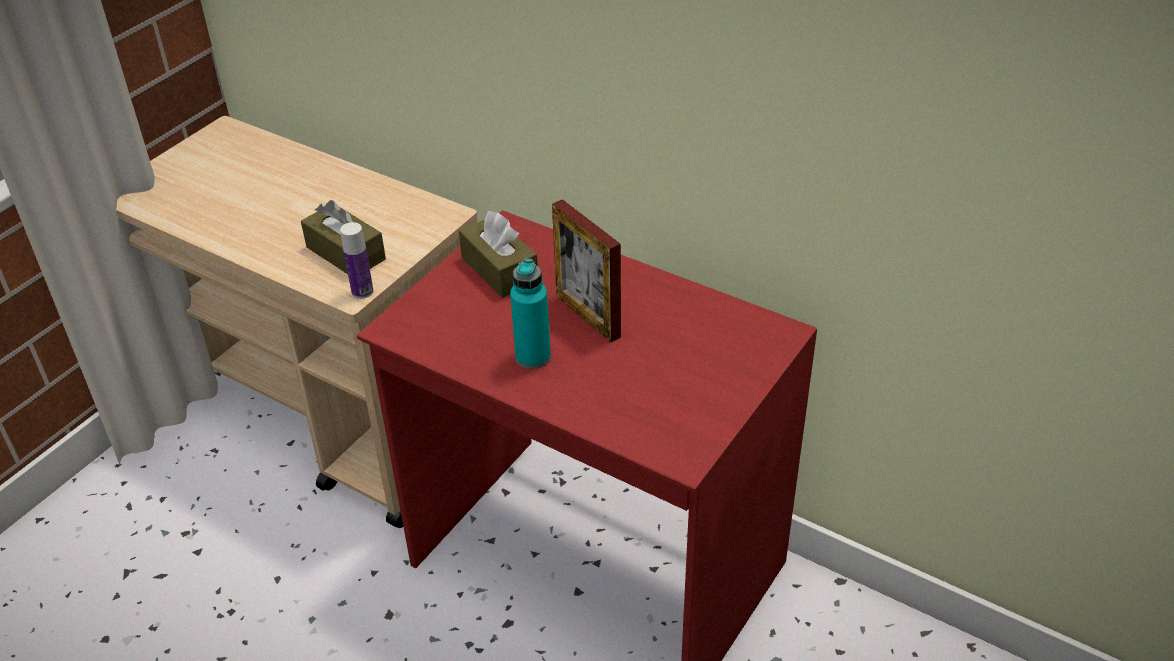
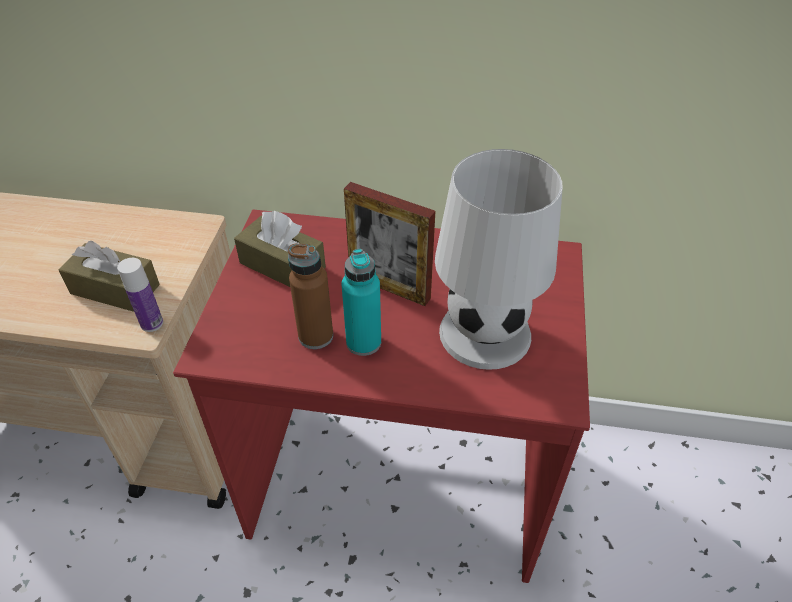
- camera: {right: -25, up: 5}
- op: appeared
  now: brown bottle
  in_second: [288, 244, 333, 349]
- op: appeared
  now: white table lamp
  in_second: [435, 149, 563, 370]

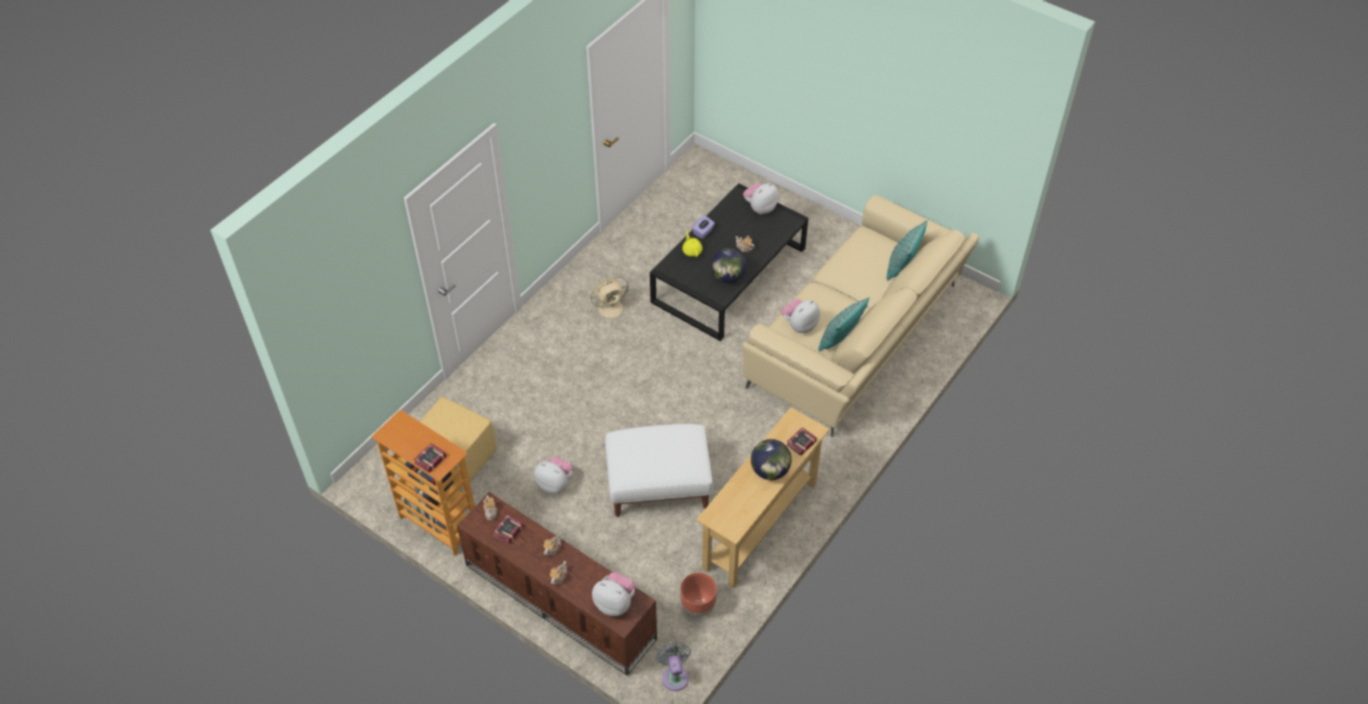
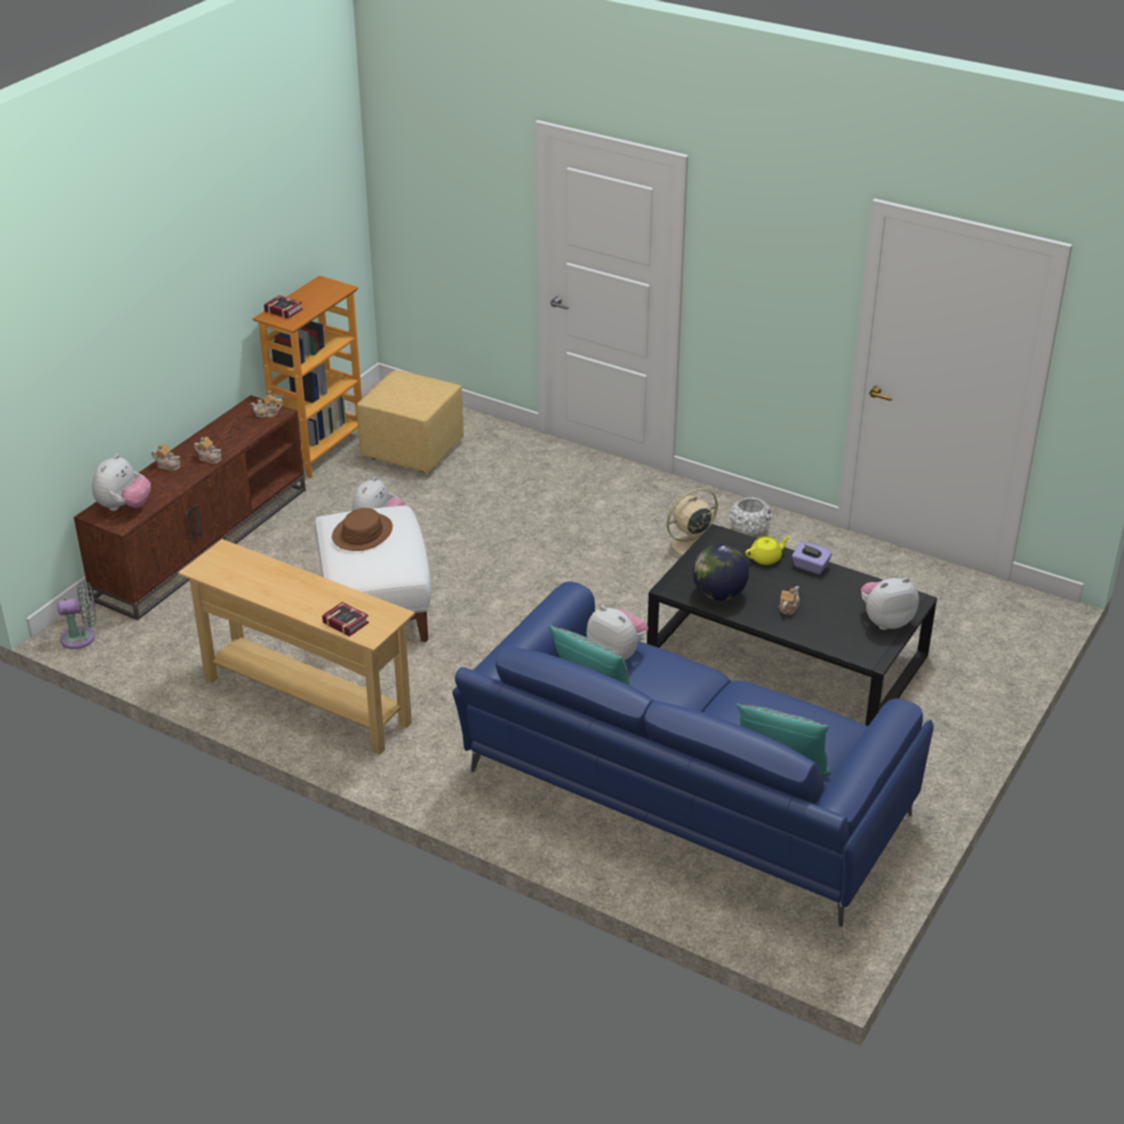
- camera: {right: 85, up: -15}
- op: missing
  was: bound book
  in_first: [493, 514, 524, 544]
- op: missing
  was: brown planter
  in_first: [680, 573, 717, 617]
- op: missing
  was: world globe
  in_first: [751, 439, 792, 480]
- op: appeared
  now: brown clothing hat
  in_second: [332, 508, 393, 551]
- op: appeared
  now: white planter
  in_second: [730, 497, 772, 535]
- op: colour
  was: sand-coloured couch
  now: blue-coloured couch
  in_first: [742, 195, 979, 437]
  in_second: [452, 581, 934, 927]
- op: spun
  was: sand-coloured cooling fan
  in_first: [588, 276, 631, 323]
  in_second: [660, 488, 718, 562]
  clockwise: 90
- op: spun
  was: soft toy
  in_first: [743, 183, 779, 214]
  in_second: [861, 578, 919, 630]
  clockwise: -60

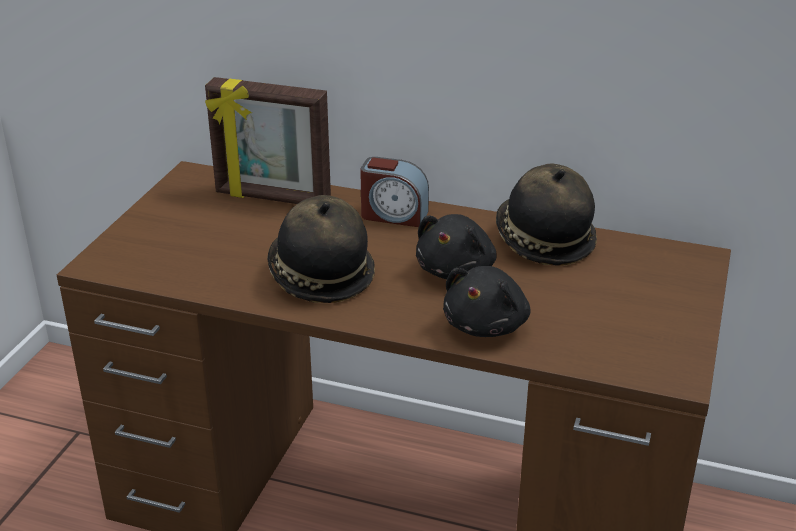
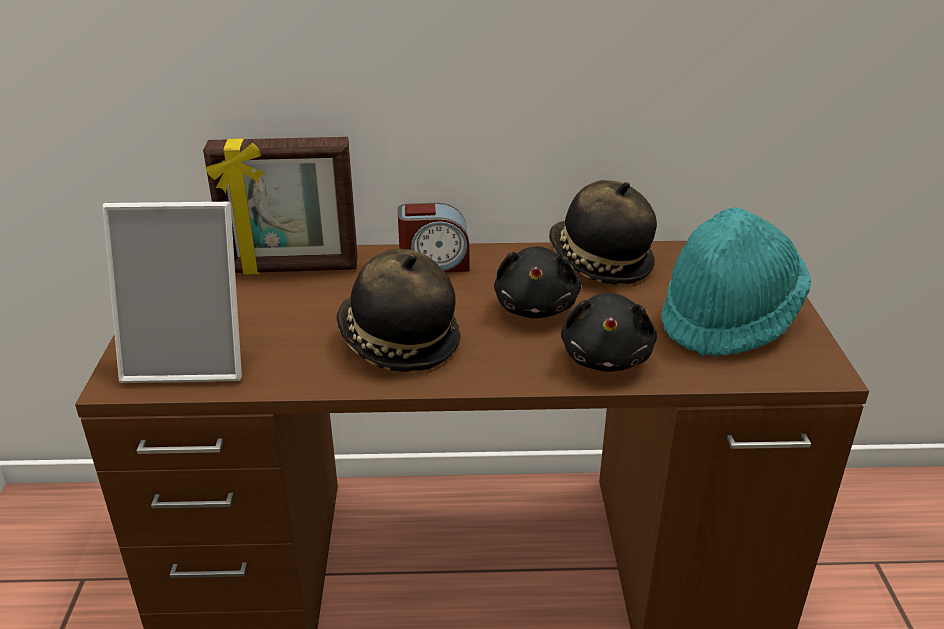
- camera: {right: -20, up: 0}
- op: appeared
  now: standing frame
  in_second: [102, 202, 242, 383]
- op: appeared
  now: turquoise clothing hat
  in_second: [661, 207, 811, 357]

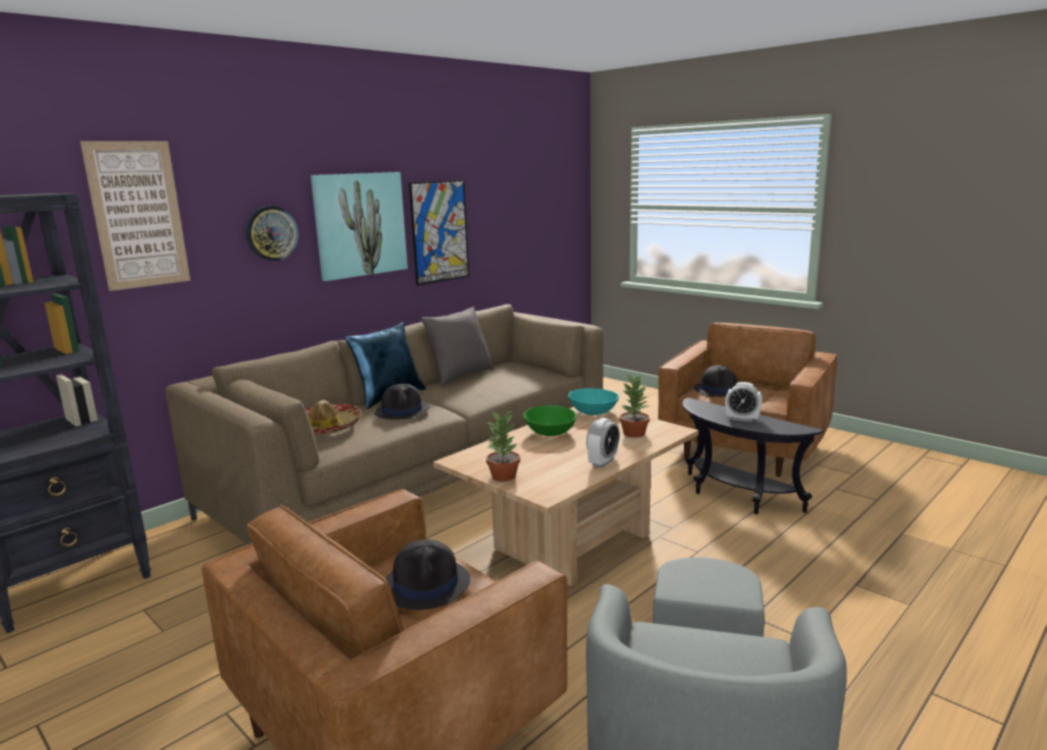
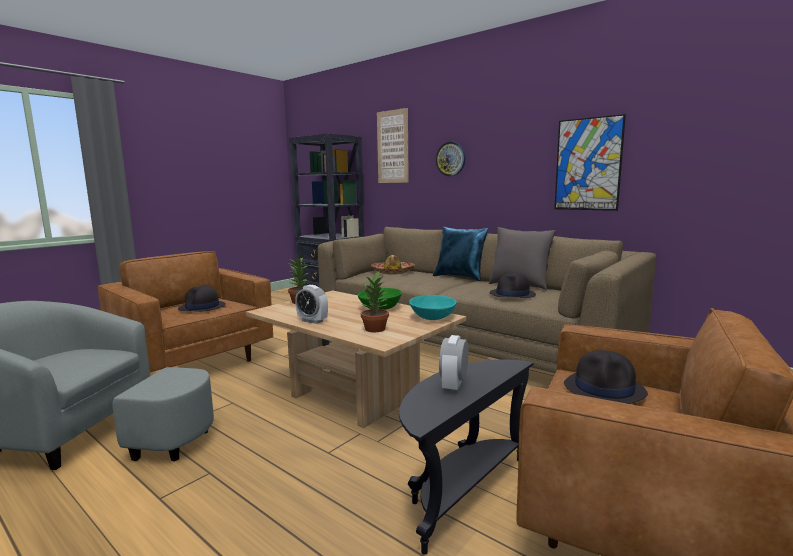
- camera: {right: 85, up: -5}
- op: missing
  was: wall art
  in_first: [311, 172, 408, 281]
- op: relocated
  was: blackish clothing hat
  in_first: [374, 384, 430, 420]
  in_second: [490, 272, 536, 298]

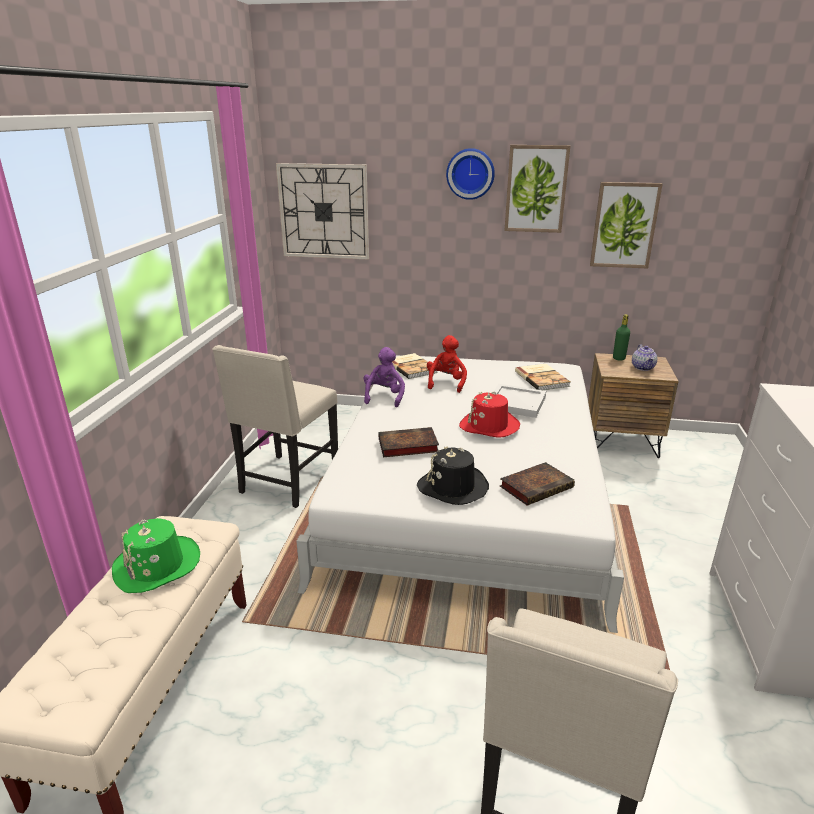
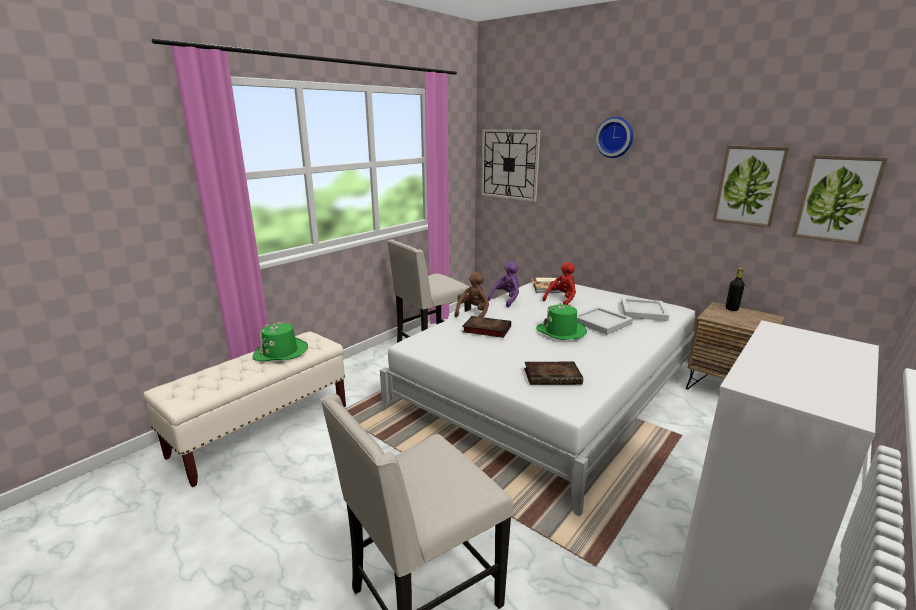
- camera: {right: 30, up: -5}
- op: missing
  was: blackish clothing hat
  in_first: [417, 446, 489, 505]
- op: missing
  was: teapot
  in_first: [632, 345, 657, 371]
- op: appeared
  now: brown soft toy
  in_second: [455, 272, 489, 317]
- op: relocated
  was: wall art
  in_first: [504, 145, 570, 233]
  in_second: [792, 155, 888, 245]
- op: exchanged
  was: bound book
  now: white serving tray
  in_first: [515, 364, 570, 390]
  in_second: [621, 298, 669, 321]
- op: colour
  was: reddish clothing hat
  now: green-coloured clothing hat
  in_first: [459, 391, 520, 438]
  in_second: [536, 303, 587, 340]
- op: colour
  was: green-coloured bottle
  now: blackish bottle
  in_first: [613, 314, 630, 360]
  in_second: [726, 268, 745, 311]

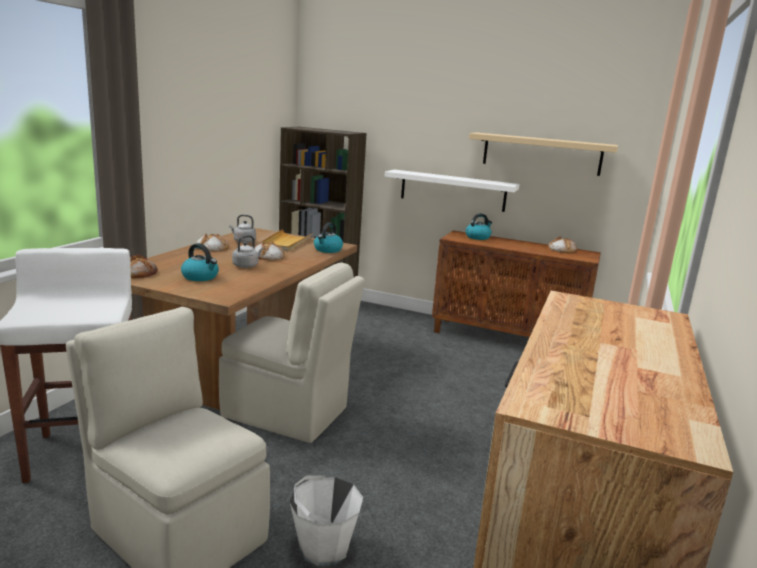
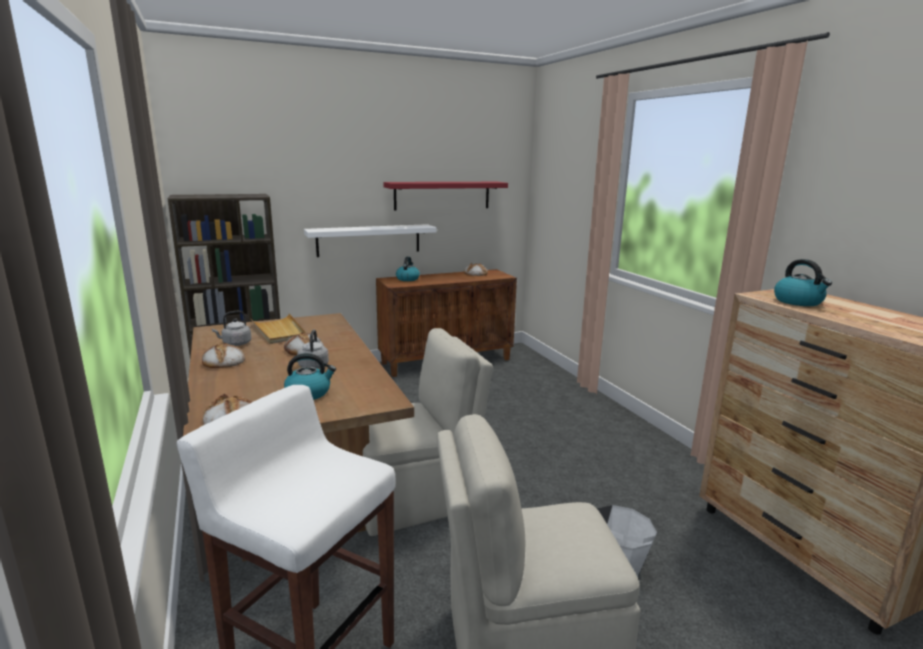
- camera: {right: -45, up: 0}
- op: relocated
  was: water kettle
  in_first: [314, 222, 343, 253]
  in_second: [774, 259, 832, 306]
- op: colour
  was: sand-coloured shelf
  now: reddish shelf
  in_first: [469, 132, 618, 176]
  in_second: [383, 182, 508, 210]

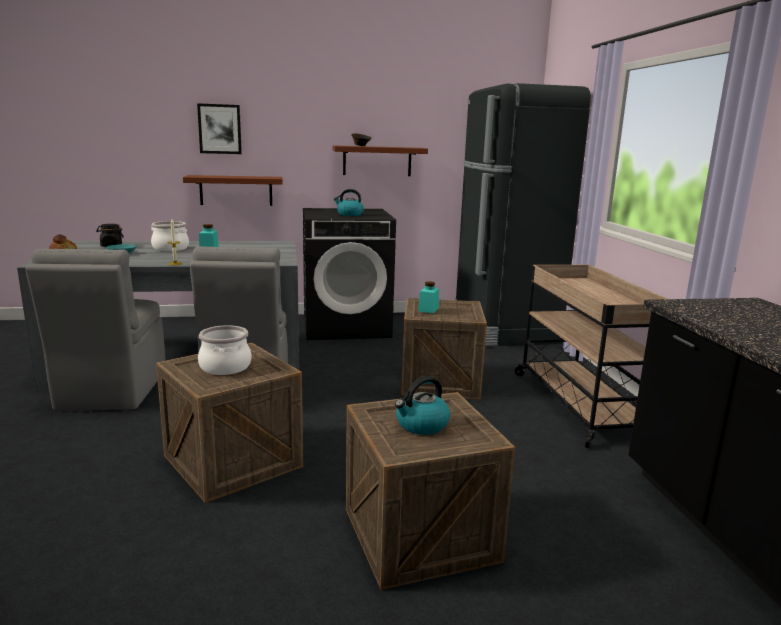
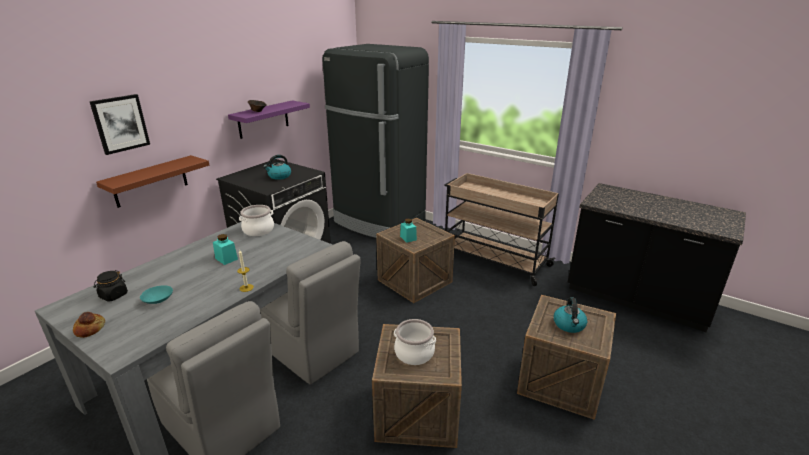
- camera: {right: -45, up: 10}
- op: relocated
  was: cooking pot
  in_first: [151, 221, 189, 251]
  in_second: [239, 205, 274, 236]
- op: colour
  was: brown shelf
  now: purplish shelf
  in_first: [333, 145, 428, 176]
  in_second: [228, 101, 310, 139]

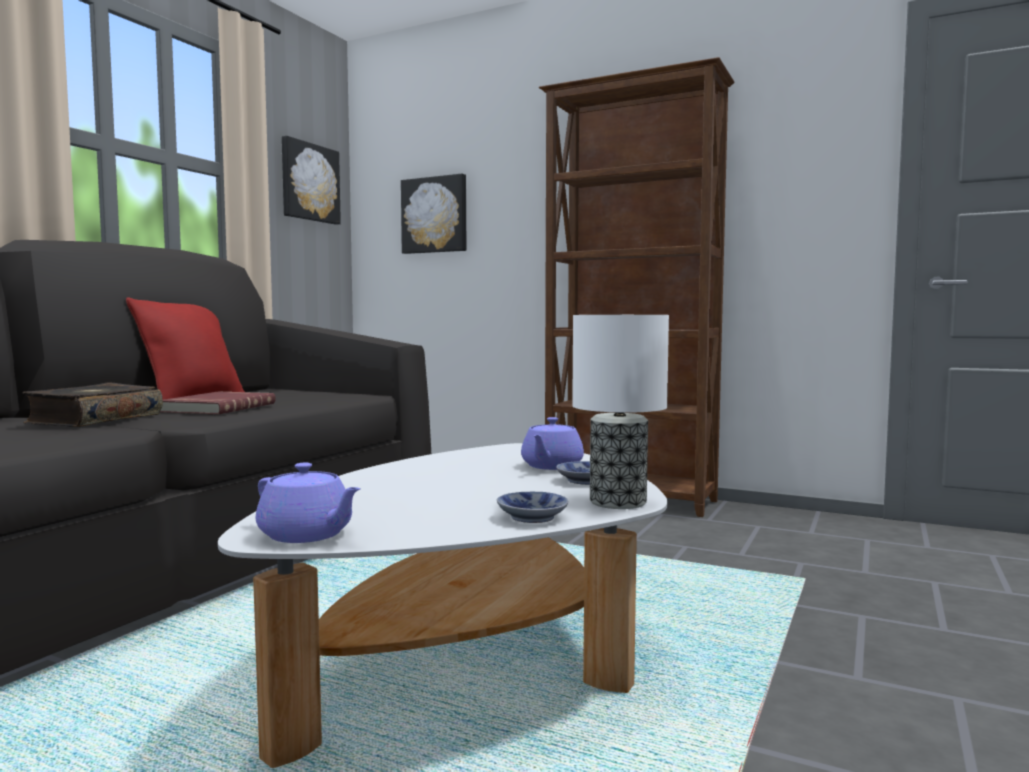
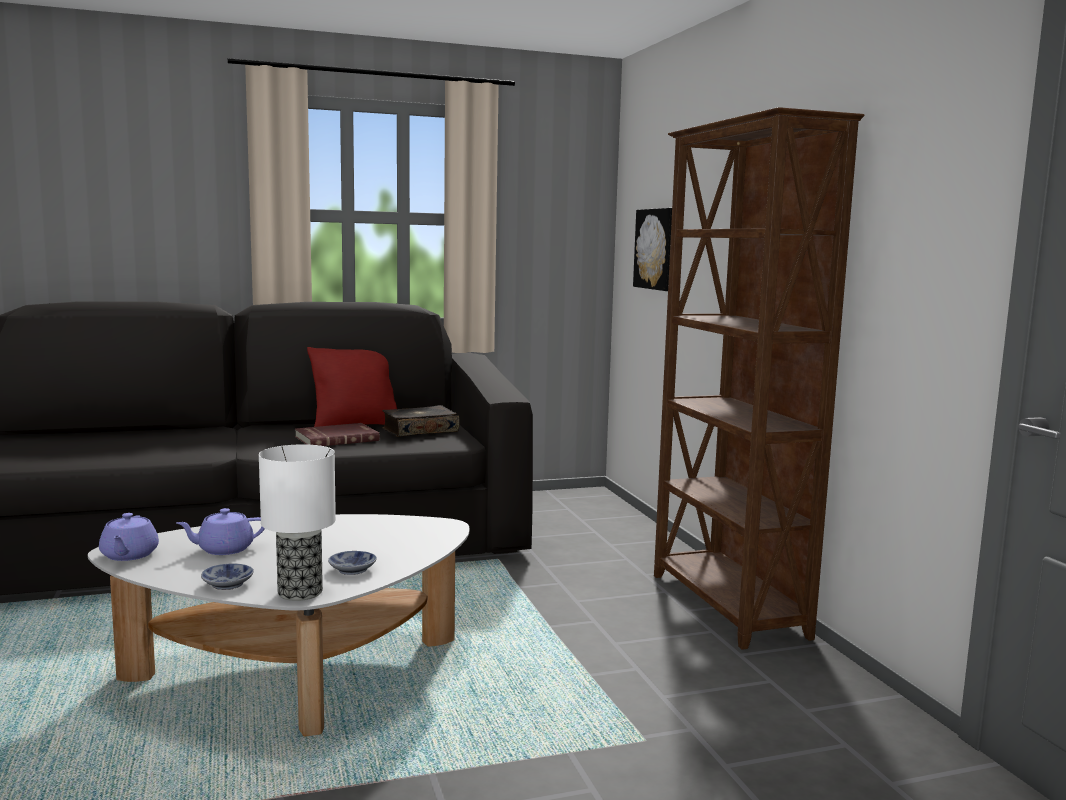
- camera: {right: 45, up: 5}
- op: missing
  was: wall art
  in_first: [282, 136, 341, 225]
- op: relocated
  was: bound book
  in_first: [22, 382, 163, 427]
  in_second: [382, 405, 460, 437]
- op: relocated
  was: purplish teapot
  in_first: [521, 417, 584, 470]
  in_second: [176, 508, 265, 555]

